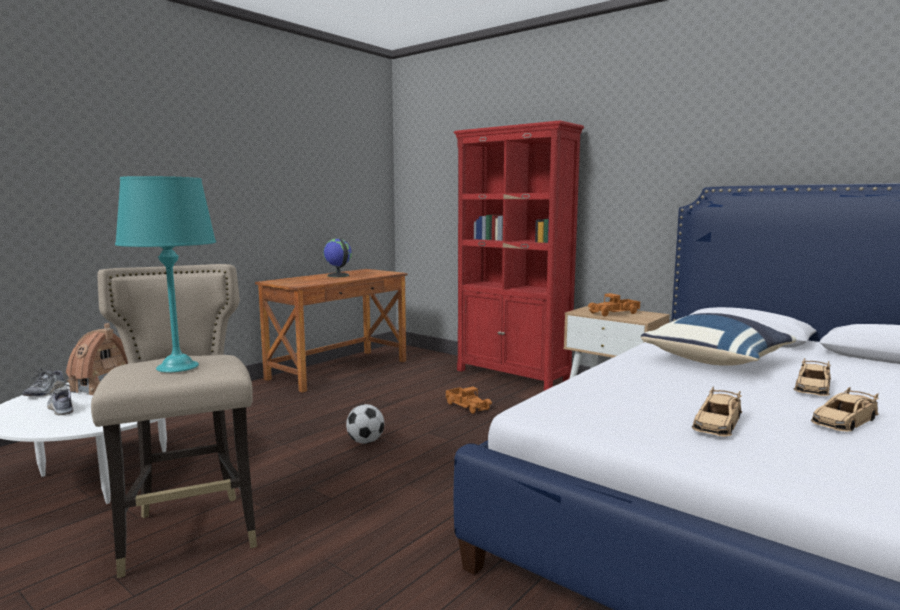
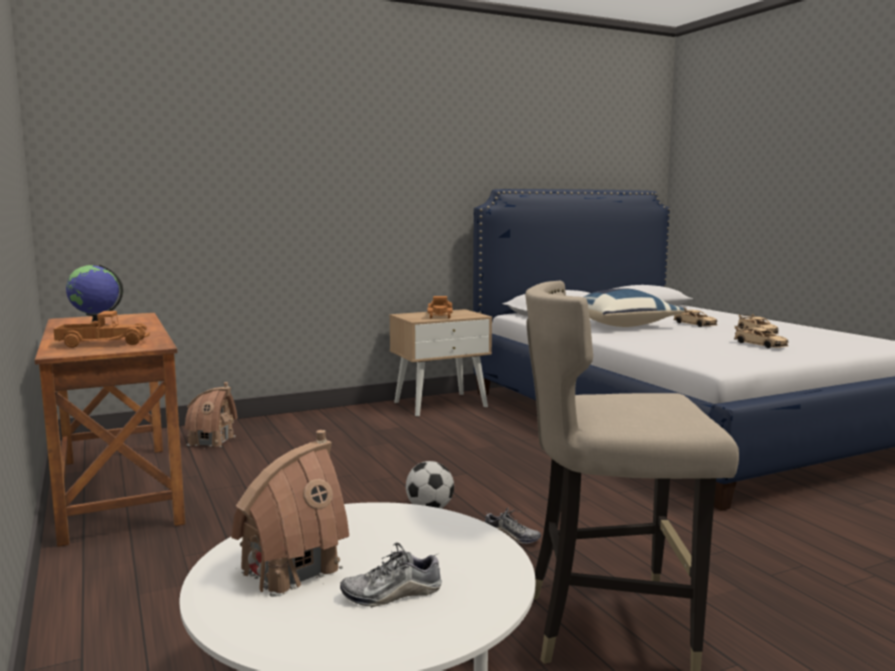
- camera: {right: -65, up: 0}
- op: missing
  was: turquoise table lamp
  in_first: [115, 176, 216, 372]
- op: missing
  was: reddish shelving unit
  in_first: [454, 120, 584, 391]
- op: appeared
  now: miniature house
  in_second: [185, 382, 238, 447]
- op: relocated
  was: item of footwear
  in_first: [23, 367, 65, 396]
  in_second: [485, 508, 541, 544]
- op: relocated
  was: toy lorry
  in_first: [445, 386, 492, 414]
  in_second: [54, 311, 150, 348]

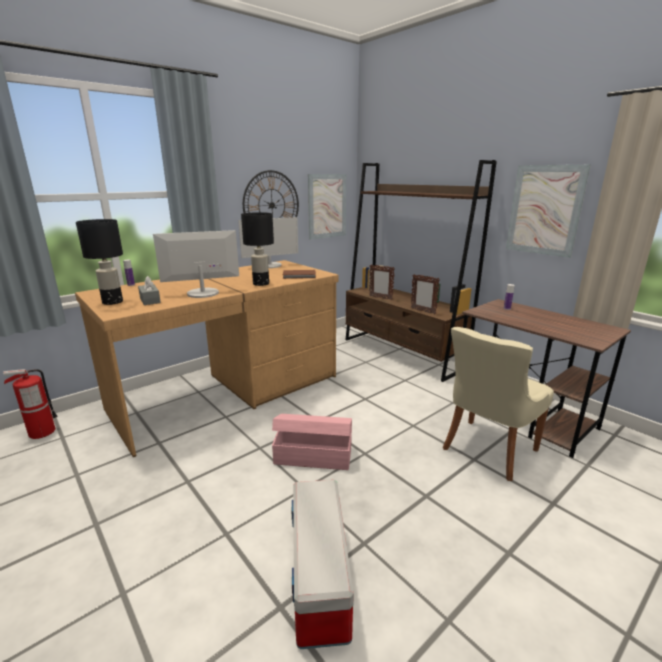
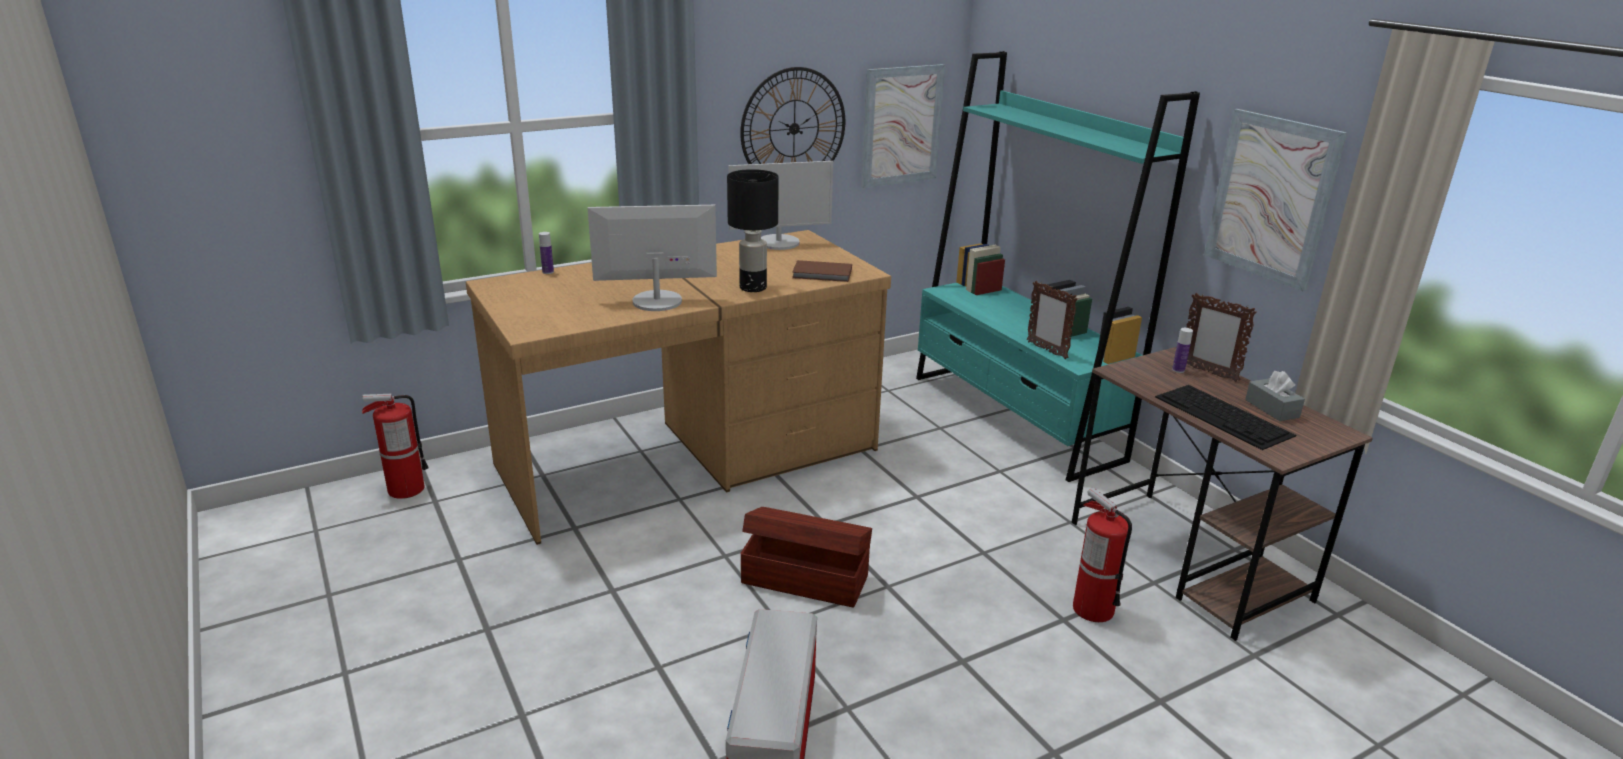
- camera: {right: 10, up: 5}
- op: missing
  was: blackish table lamp
  in_first: [76, 219, 123, 305]
- op: appeared
  now: keyboard
  in_second: [1155, 385, 1296, 450]
- op: relocated
  was: grey tissue box
  in_first: [138, 276, 161, 305]
  in_second: [1245, 371, 1305, 421]
- op: relocated
  was: standing frame
  in_first: [369, 265, 395, 300]
  in_second: [1187, 293, 1257, 382]
- op: exchanged
  was: sand-coloured chair
  now: extinguisher
  in_first: [443, 327, 554, 481]
  in_second: [1073, 488, 1132, 622]
- op: colour
  was: pinkish storage box
  now: brown storage box
  in_first: [272, 414, 352, 470]
  in_second: [740, 507, 872, 608]
- op: colour
  was: brown shelving unit
  now: turquoise shelving unit
  in_first: [346, 160, 497, 382]
  in_second: [916, 51, 1200, 482]

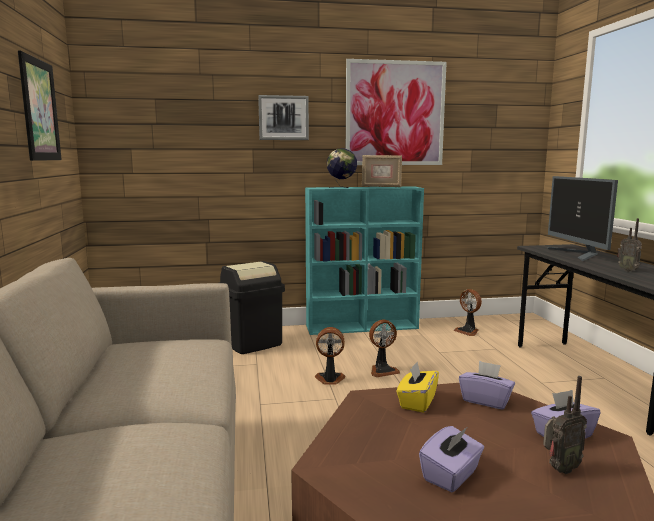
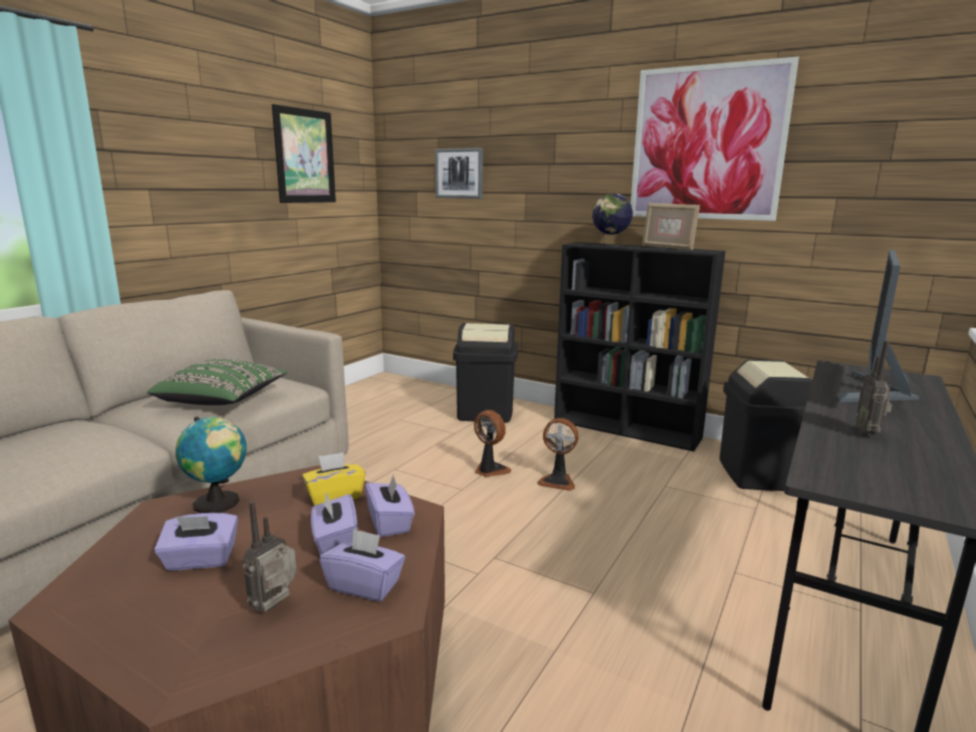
- camera: {right: 40, up: 5}
- op: appeared
  now: green-coloured cushion
  in_second: [147, 359, 288, 405]
- op: appeared
  now: world globe
  in_second: [175, 417, 247, 513]
- op: appeared
  now: purplish tissue box
  in_second: [311, 491, 357, 555]
- op: relocated
  was: wall art
  in_first: [258, 95, 309, 140]
  in_second: [435, 148, 483, 199]
- op: exchanged
  was: cooling fan
  now: blackish waste bin
  in_first: [453, 289, 482, 336]
  in_second: [719, 359, 812, 491]
- op: colour
  was: turquoise shelving unit
  now: blackish shelving unit
  in_first: [305, 186, 424, 335]
  in_second: [554, 242, 725, 452]
- op: spun
  was: radio
  in_first: [543, 376, 587, 474]
  in_second: [243, 501, 297, 612]
  clockwise: 105

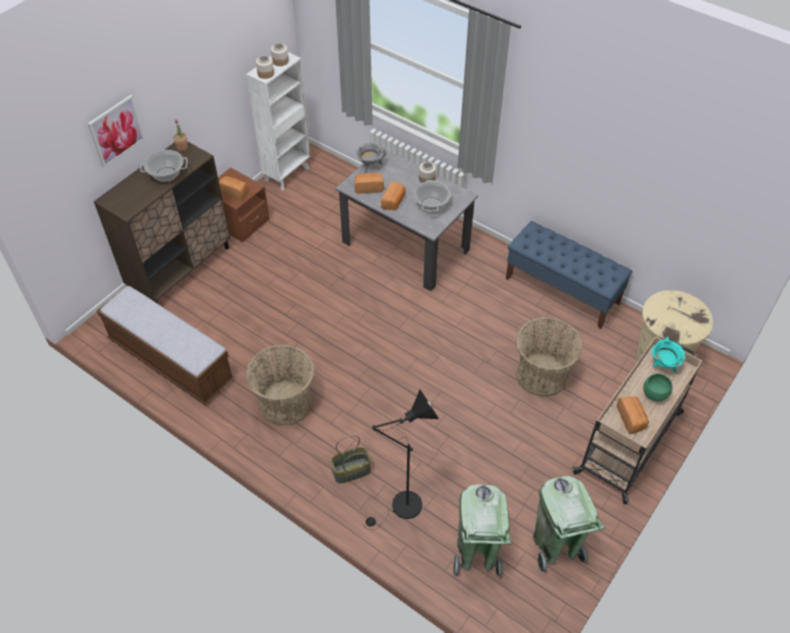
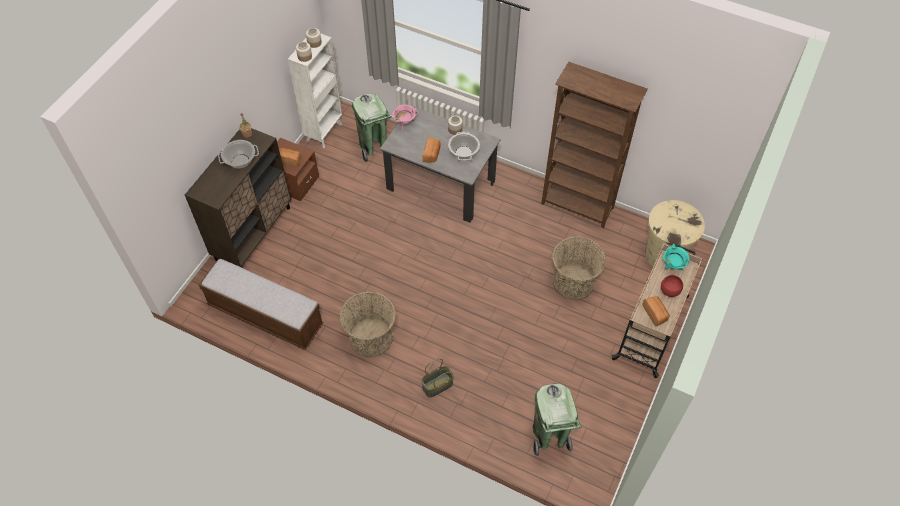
- camera: {right: -10, up: 5}
- op: missing
  was: wall art
  in_first: [88, 95, 145, 168]
- op: missing
  was: bread
  in_first: [355, 173, 384, 194]
- op: missing
  was: blackish floor lamp
  in_first: [364, 390, 439, 530]
- op: relocated
  was: green-coloured waste bin
  in_first: [533, 476, 605, 573]
  in_second: [352, 93, 392, 163]
- op: exchanged
  was: blue-coloured bench
  now: brown shelving unit
  in_first: [506, 221, 633, 329]
  in_second: [541, 62, 647, 228]
- op: colour
  was: grey cooking pot
  now: pinkish cooking pot
  in_first: [356, 143, 386, 173]
  in_second: [392, 104, 418, 131]
- op: colour
  was: green-coloured deep dish
  now: reddish deep dish
  in_first: [643, 373, 672, 401]
  in_second: [661, 274, 683, 297]

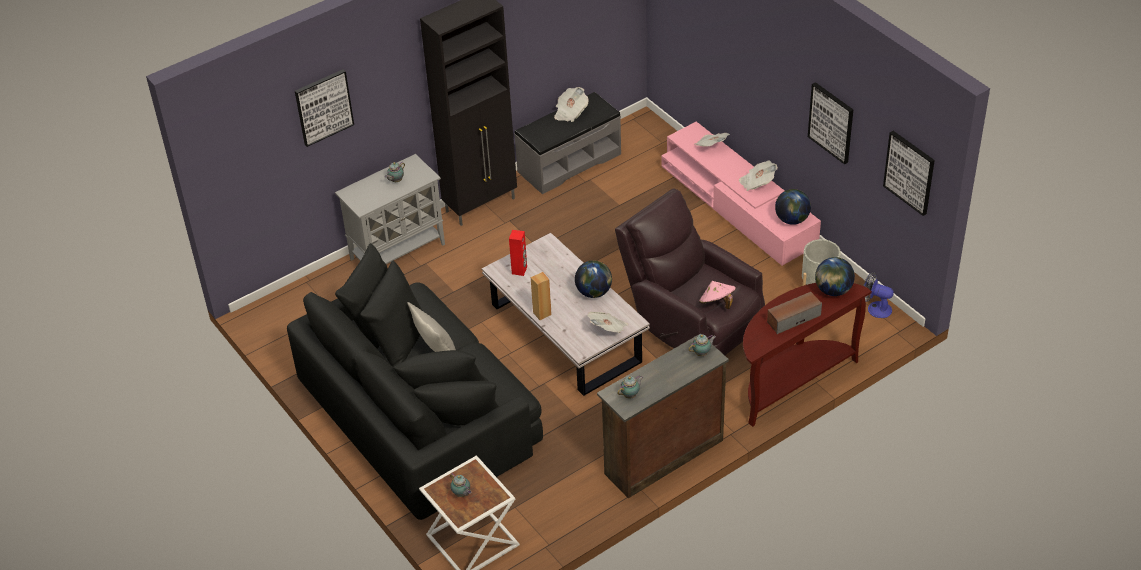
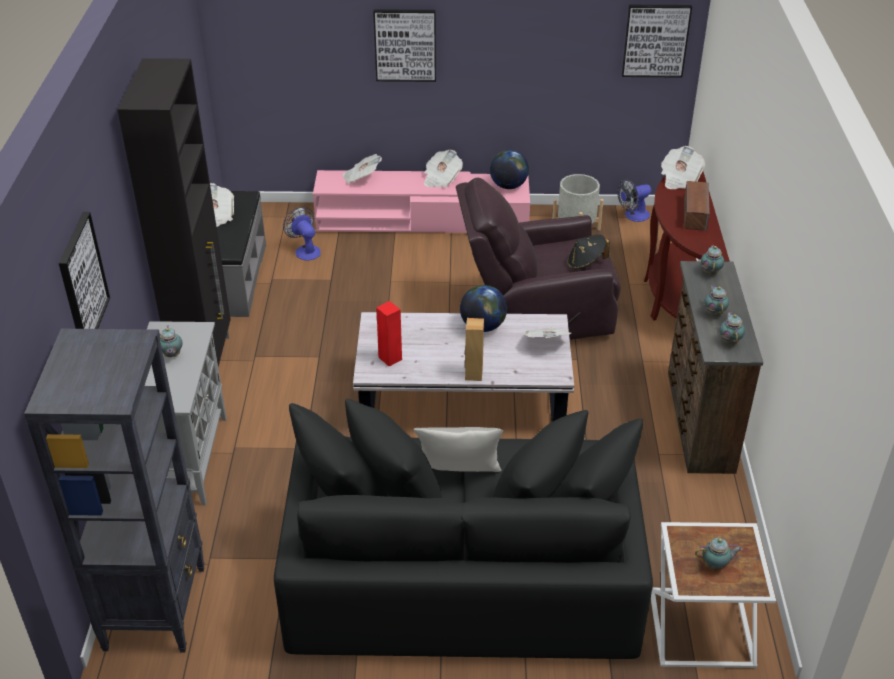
- camera: {right: -55, up: -5}
- op: appeared
  now: blackish shelving unit
  in_second: [24, 329, 205, 652]
- op: appeared
  now: cooling fan
  in_second: [283, 207, 321, 261]
- op: appeared
  now: teapot
  in_second: [704, 284, 729, 316]
- op: relocated
  was: wall art
  in_first: [808, 82, 853, 164]
  in_second: [373, 9, 436, 82]
- op: exchanged
  was: world globe
  now: newspaper
  in_first: [815, 257, 855, 296]
  in_second: [661, 146, 705, 189]
- op: colour
  was: pinkish clothing hat
  now: blackish clothing hat
  in_first: [699, 281, 736, 309]
  in_second: [568, 234, 610, 270]

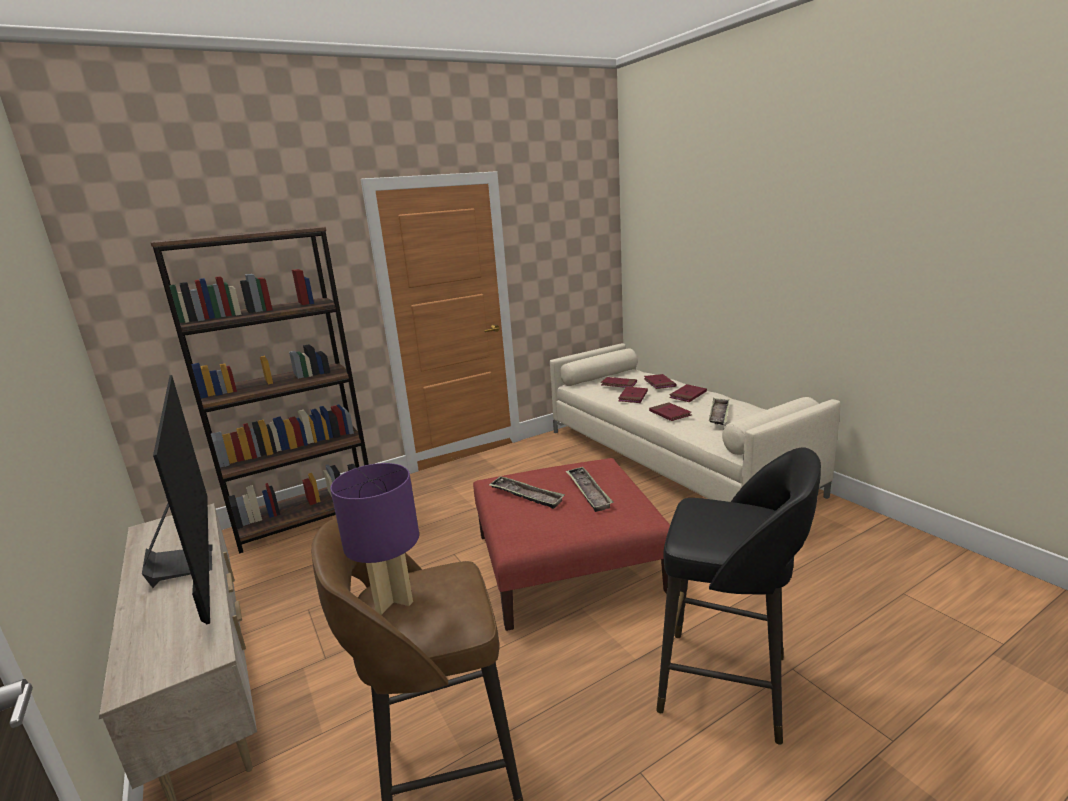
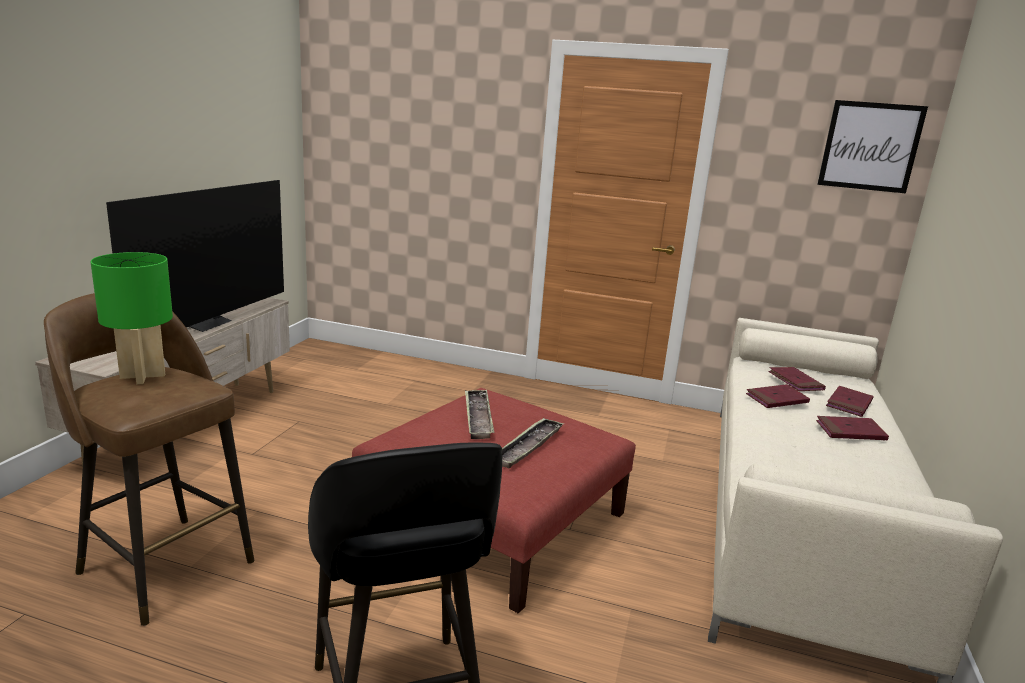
- camera: {right: 45, up: 0}
- op: missing
  was: brown shelving unit
  in_first: [150, 227, 369, 554]
- op: missing
  was: reddish bound book
  in_first: [649, 402, 691, 421]
- op: missing
  was: serving tray
  in_first: [709, 398, 729, 425]
- op: appeared
  now: wall art
  in_second: [817, 100, 928, 193]
- op: colour
  was: purplish table lamp
  now: green-coloured table lamp
  in_first: [330, 463, 419, 615]
  in_second: [90, 252, 173, 384]

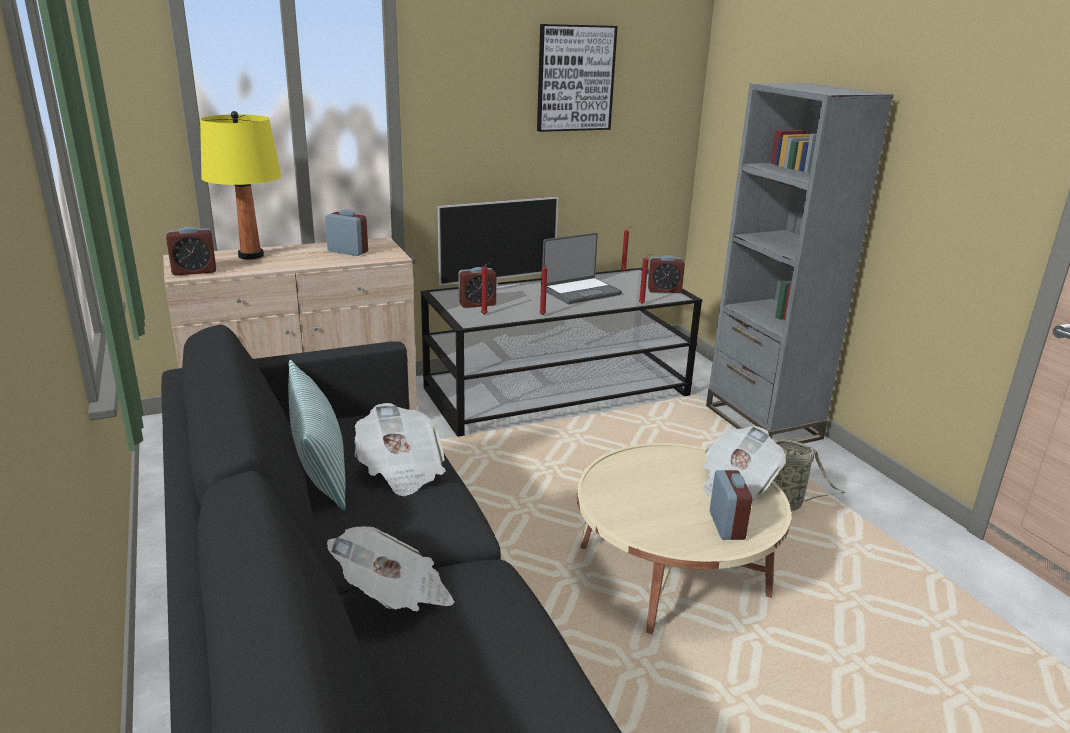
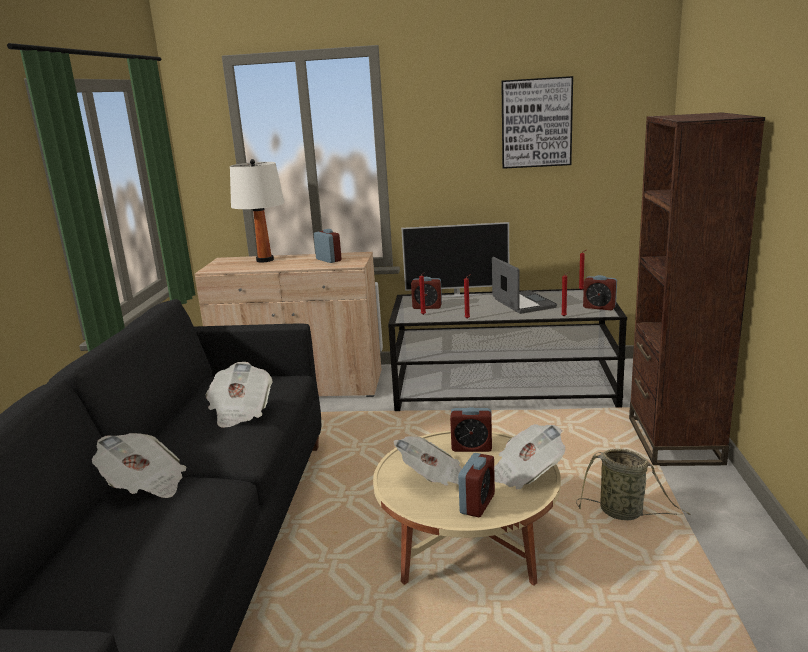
- camera: {right: 30, up: -5}
- op: missing
  was: cushion
  in_first: [288, 360, 345, 511]
- op: appeared
  now: newspaper
  in_second: [394, 436, 462, 486]
- op: relocated
  was: alarm clock
  in_first: [166, 227, 216, 276]
  in_second: [450, 407, 492, 452]
- op: colour
  was: yellow-coloured table lamp
  now: white table lamp
  in_first: [200, 111, 281, 259]
  in_second: [230, 159, 285, 263]
- op: colour
  was: grey shelving unit
  now: brown shelving unit
  in_first: [706, 83, 894, 444]
  in_second: [629, 112, 765, 466]
- op: spun
  was: notebook computer
  in_first: [542, 233, 622, 304]
  in_second: [492, 257, 557, 314]
  clockwise: -105

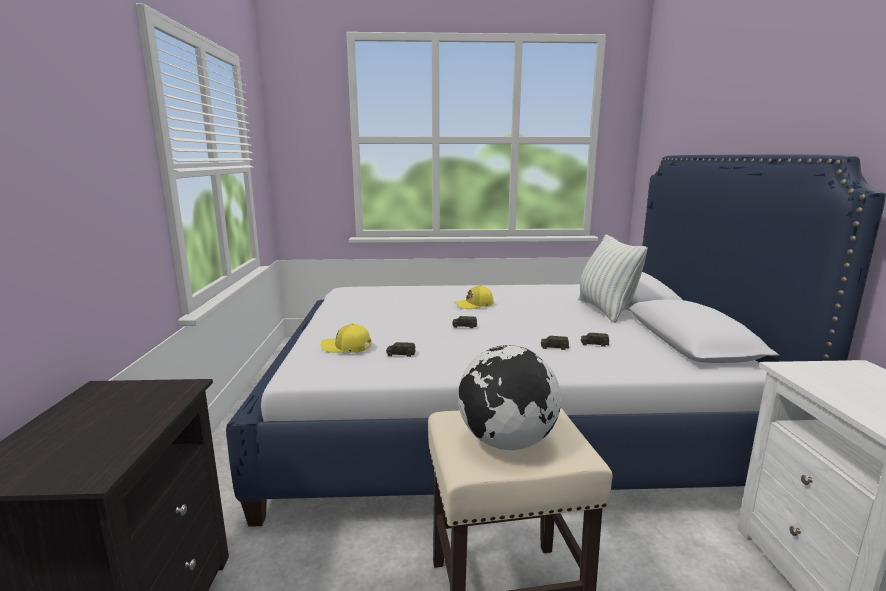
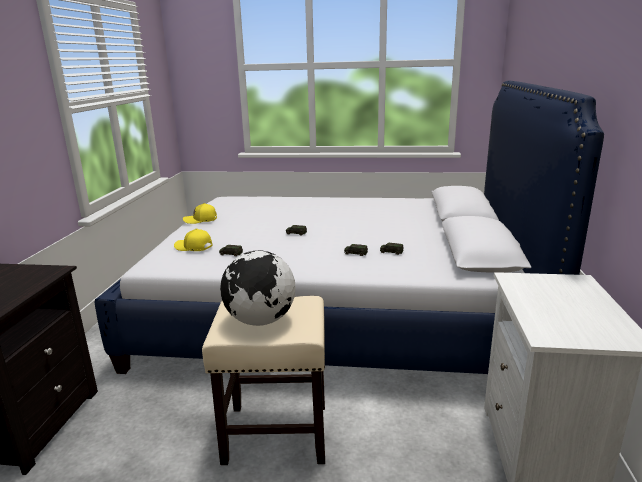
- camera: {right: 10, up: 5}
- op: missing
  was: cushion
  in_first: [578, 235, 648, 323]
- op: relocated
  was: yellow-coloured peaked cap
  in_first: [455, 285, 494, 309]
  in_second: [183, 203, 217, 224]

